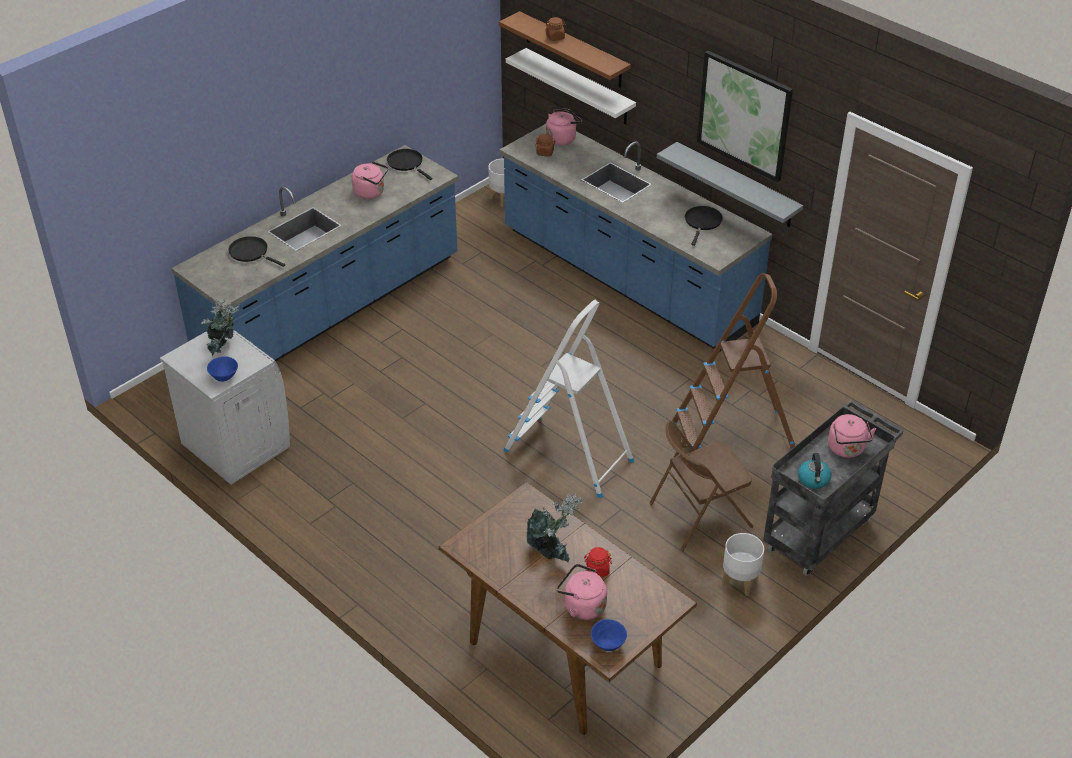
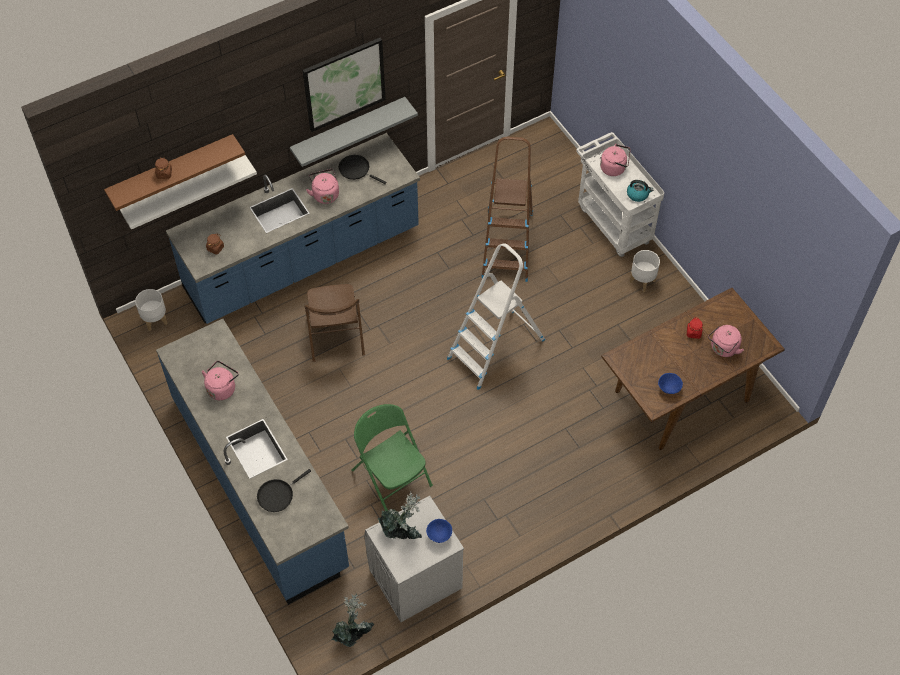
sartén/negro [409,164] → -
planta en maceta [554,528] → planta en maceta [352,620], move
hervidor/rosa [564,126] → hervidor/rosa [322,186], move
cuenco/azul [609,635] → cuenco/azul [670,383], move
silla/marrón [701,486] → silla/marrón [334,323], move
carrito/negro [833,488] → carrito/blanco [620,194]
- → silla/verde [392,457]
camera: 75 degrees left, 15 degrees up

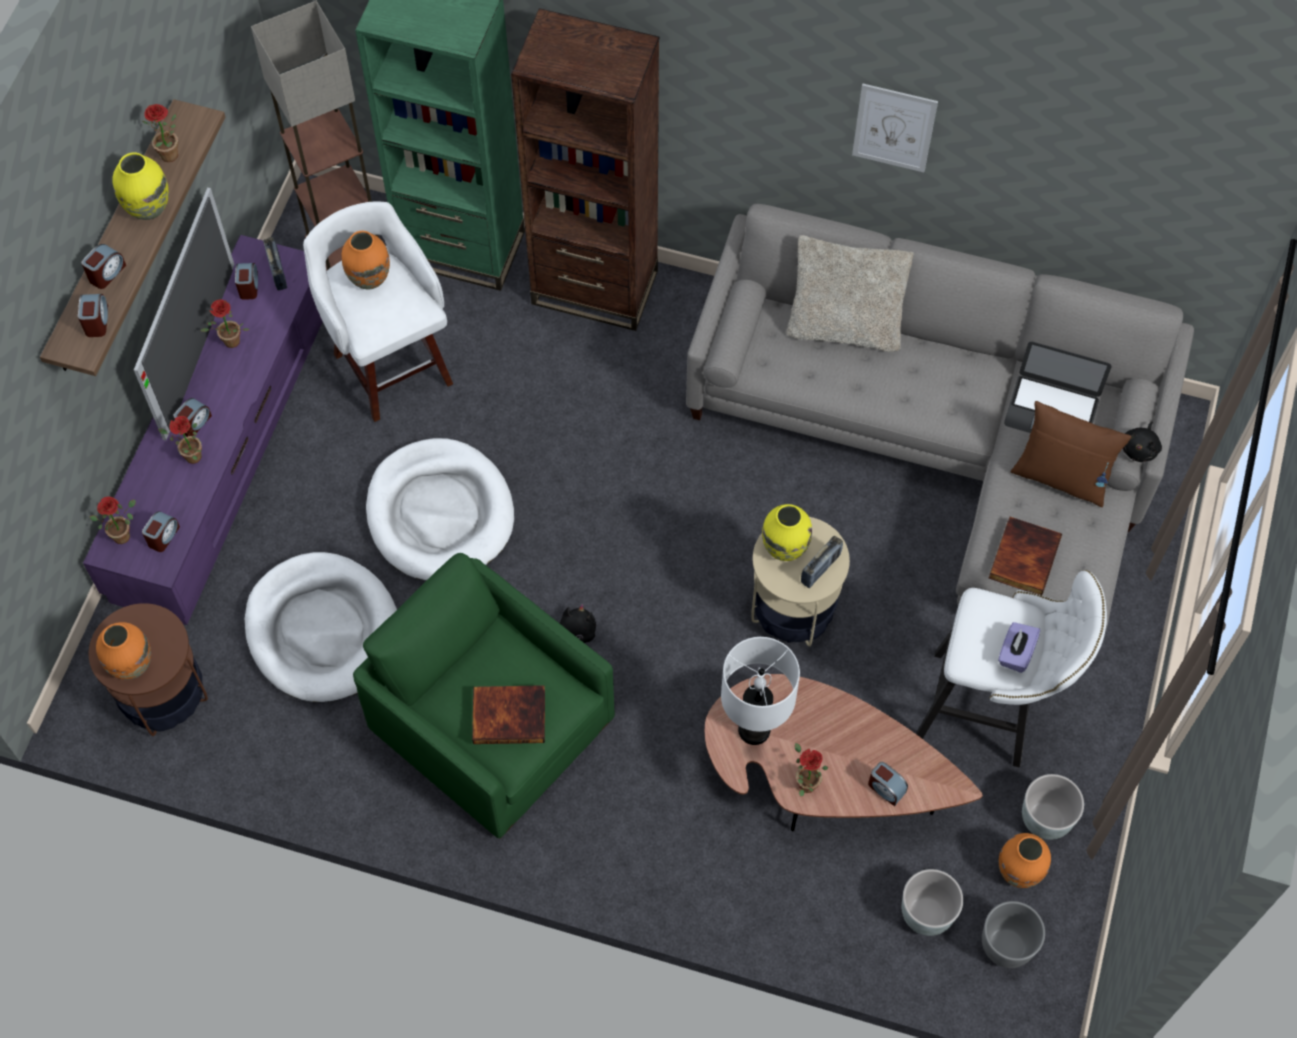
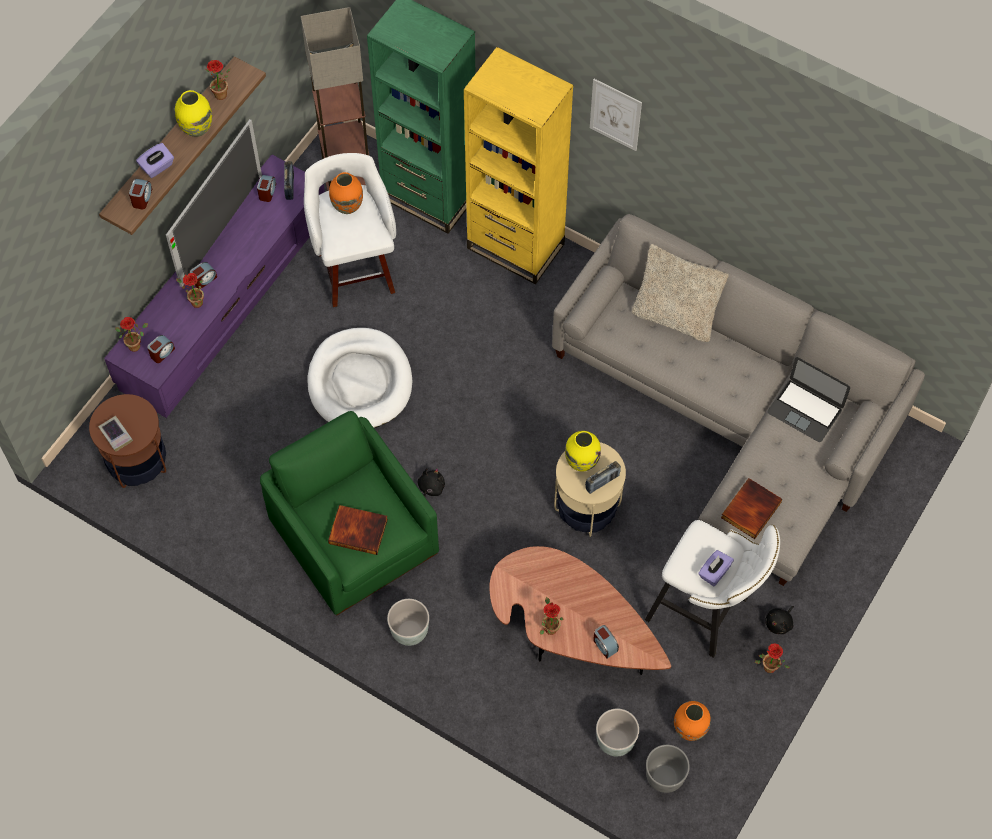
despertador [104,266] → caja de pañuelos/morado [155,160]
florero/naranja [123,651] → libro [115,434]
planta en maceta [225,324] → planta en maceta [772,658], move
cama para perro/blanco [320,627] → -
estantería/marrón [585,169] → estantería/amarillo [519,166]
lámpara de mesa/blanco [760,691] → -
cuadro [895,128] → cuadro [616,115], move
cojín/marrón [1070,454] → -
maceta/gris [1053,807] → maceta/gris [408,622], move
peluche/negro [1142,442] → peluche/negro [779,620], move
camera: 15 degrees right, 0 degrees up

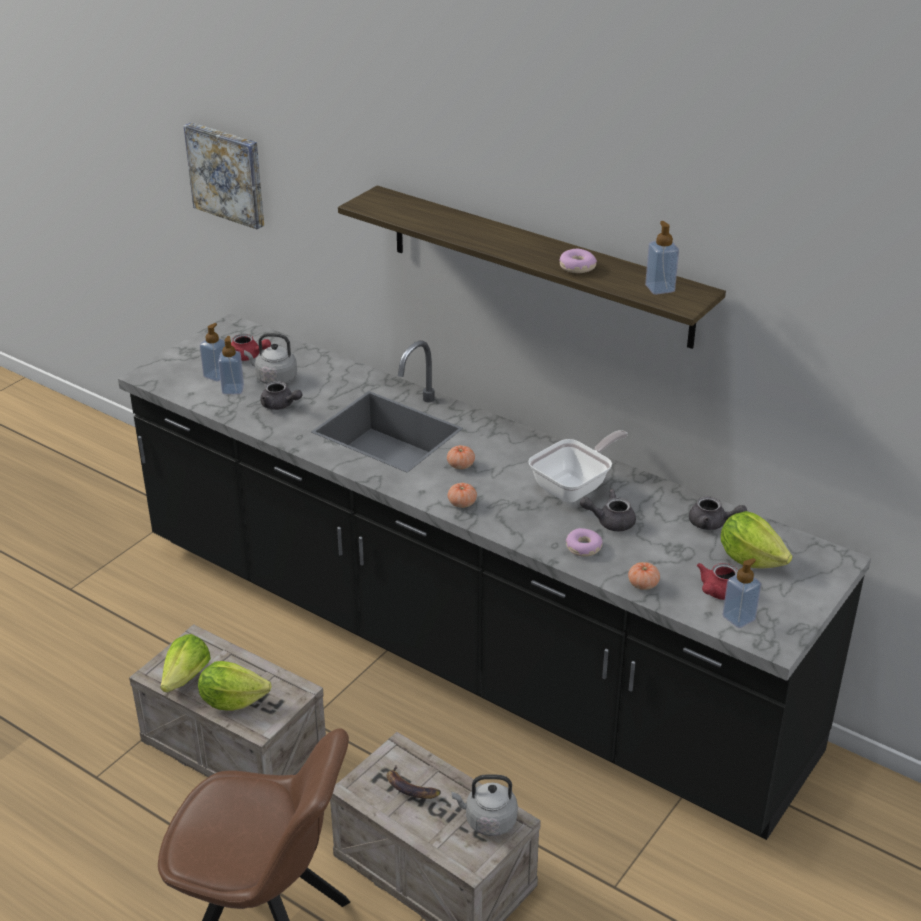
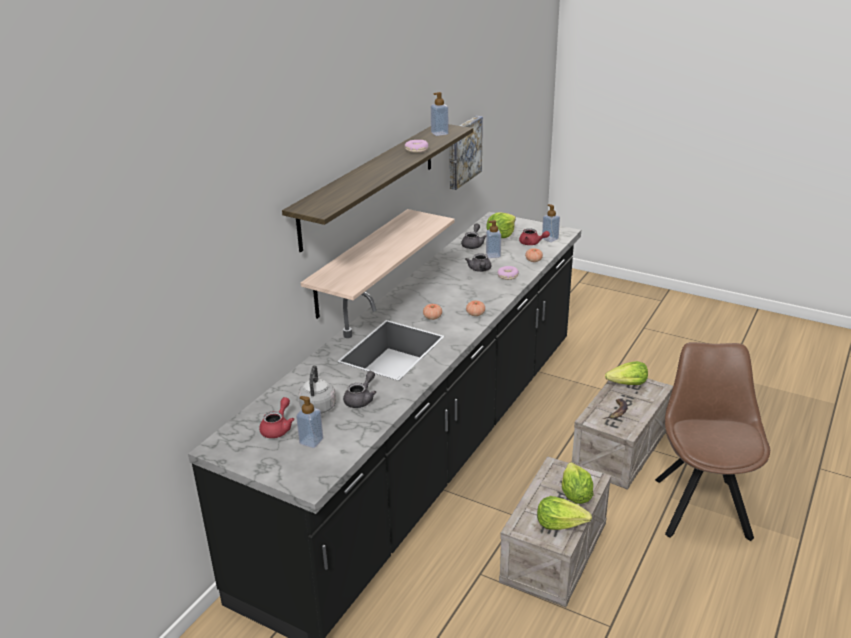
cuadro [224,175] → cuadro [466,153], move
dispensador de jabón [231,365] → dispensador de jabón [493,239], move
hervidor/gris [484,805] → lechuga [626,373]
sartén [578,466] → -
- → estante [378,264]
camera: 95 degrees left, 5 degrees down

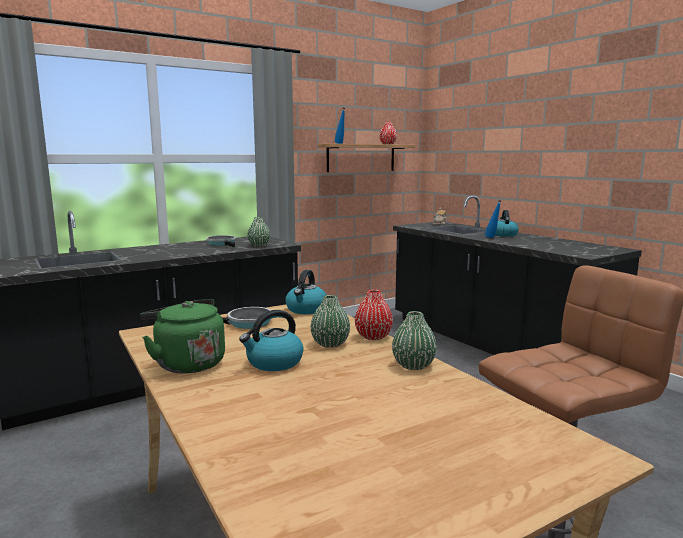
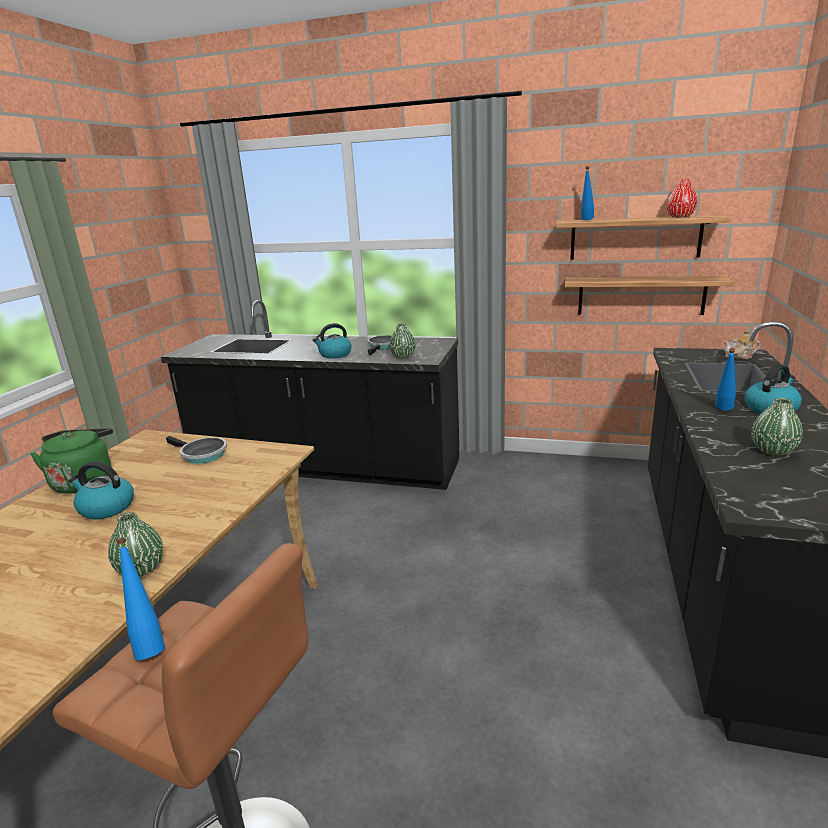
hervidor [306,292] → hervidor [332,340], move
florero/verde [330,321] → florero/verde [777,427], move
florero/rojo [374,314] → -
- → botella/azul [140,598]
- → estante [649,295]
camera: 50 degrees right, 10 degrees up

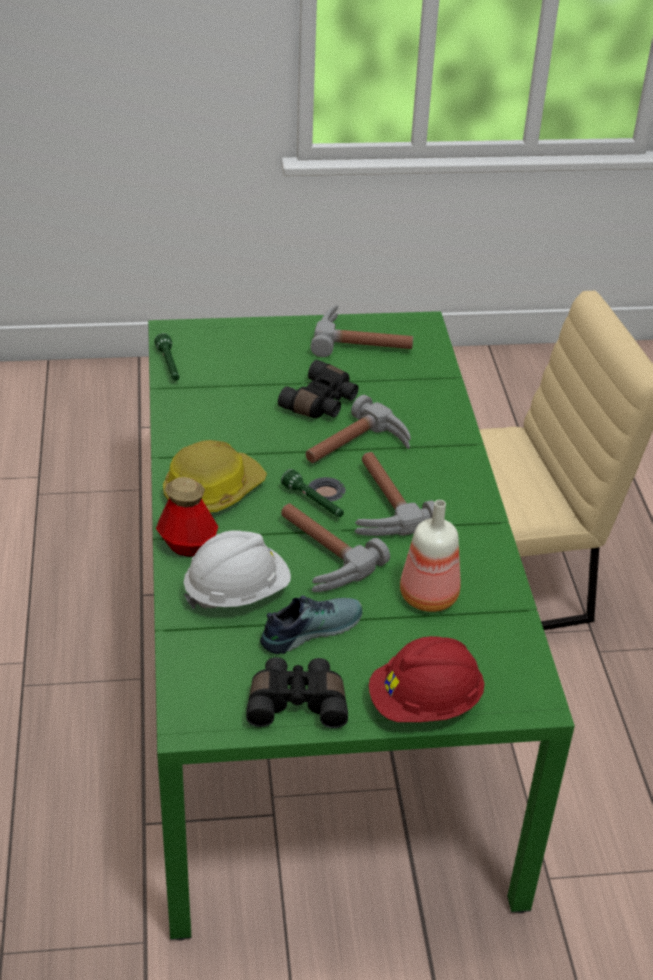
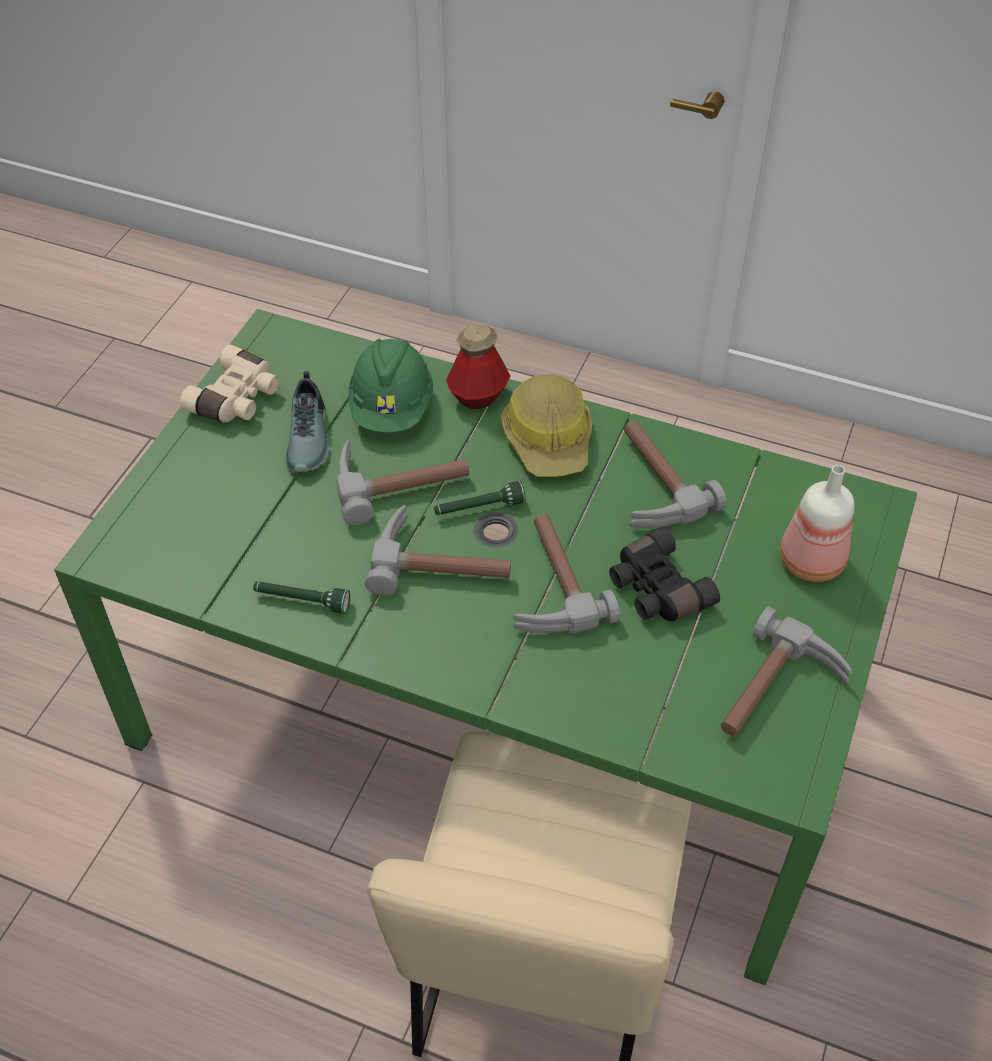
linterna/verde [166,357] → linterna/verde [301,597], move
casco/blanco [237,569] → casco/verde [391,385]
prismáticos/negro [297,692] → prismáticos/beis [229,383]
casco/rojo [427,679] → -
botella [430,556] → botella [817,523], move
- → martillo [675,474]
camera: 120 degrees right, 10 degrees up

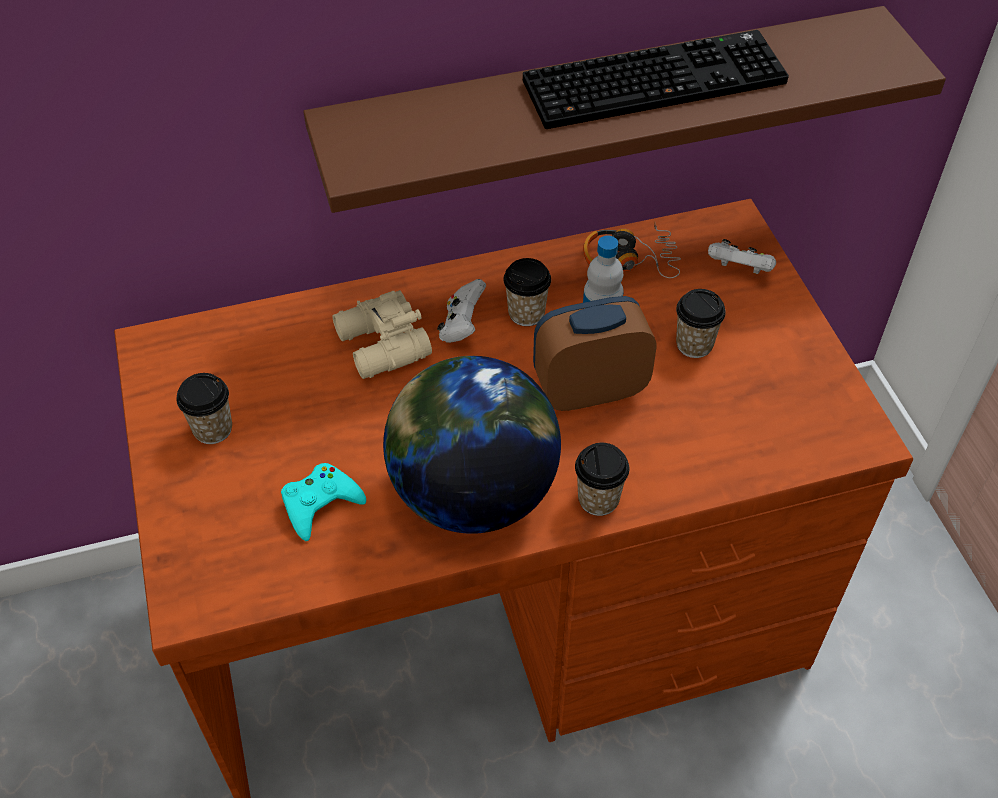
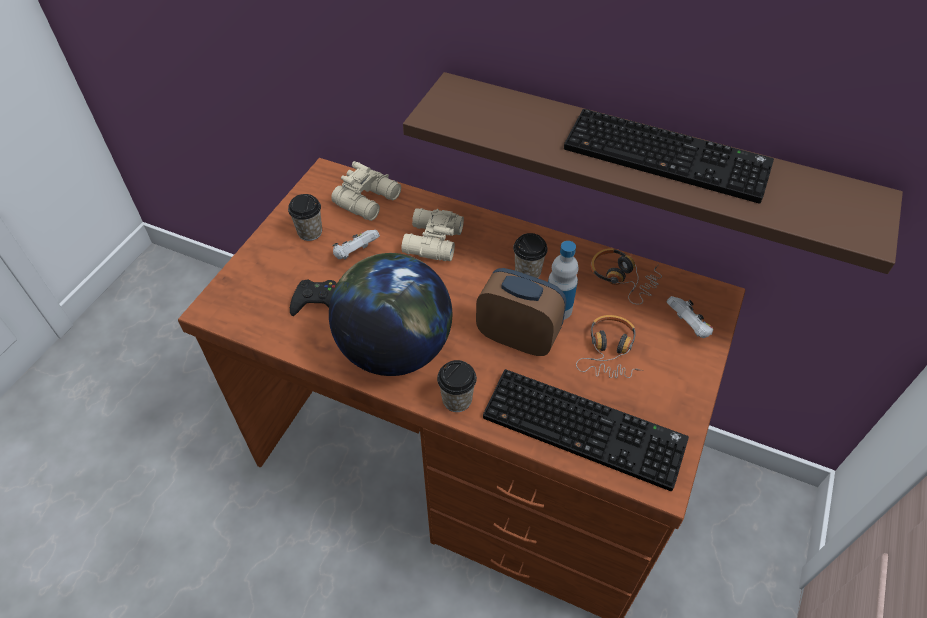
mando de consola/turquesa [323,502] → mando de consola/negro [313,298]
mando de consola/blanco [461,311] → mando de consola/blanco [356,244], move
taza [701,323] → auriculares [609,346]
- → prismáticos/beis [366,191]
- → teclado [586,430]
camera: 40 degrees right, 0 degrees up

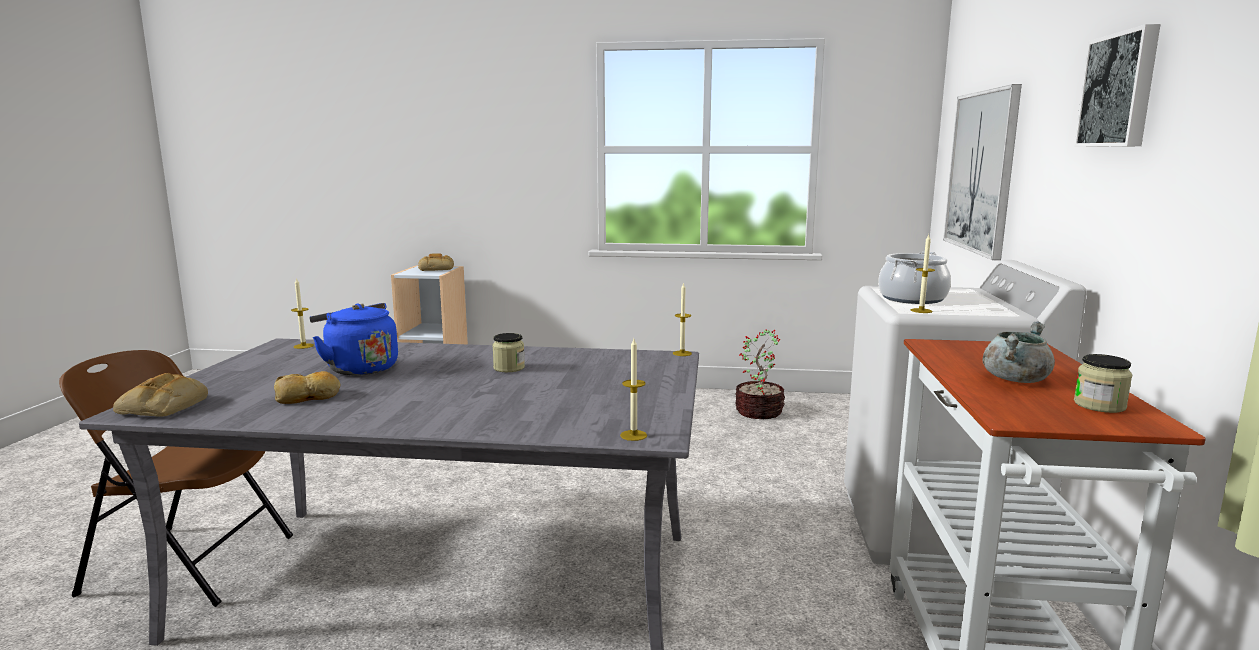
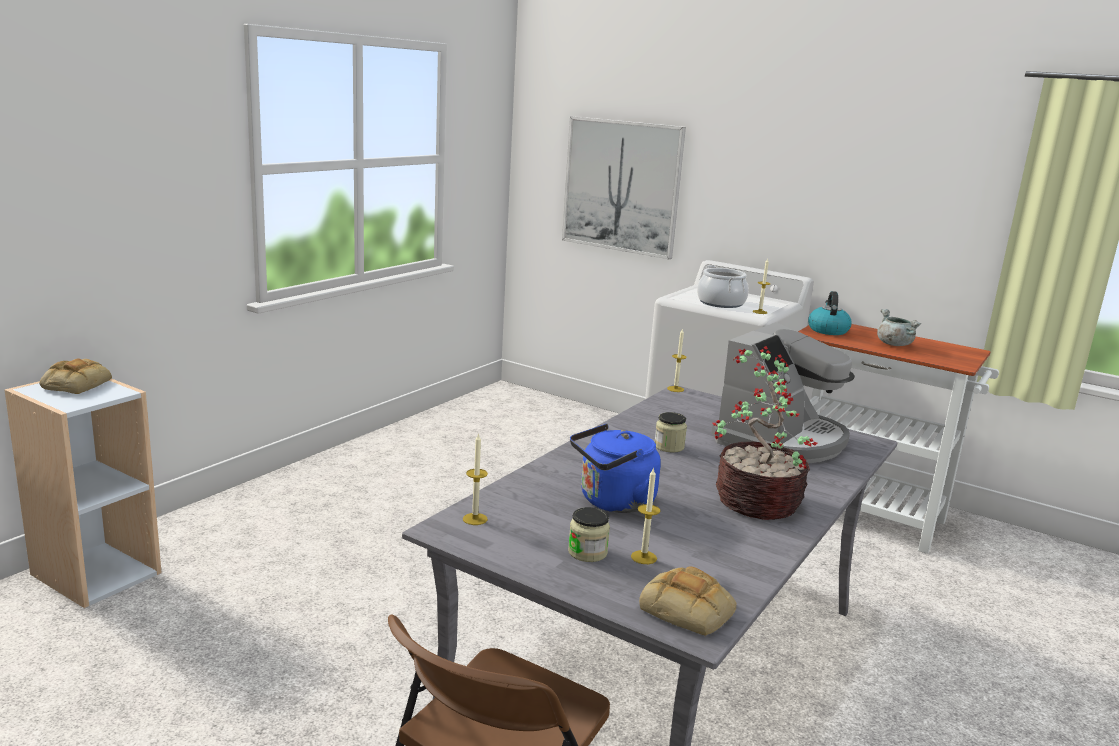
pan [307,387] → -
vela [633,390] → vela [645,515], move
planta en maceta [760,374] → planta en maceta [764,433], move
cuadro [1117,85] → -
tarro [1103,383] → tarro [589,534], move
- → cafetera [783,393]
- → hervidor [830,313]
camera: 65 degrees left, 5 degrees up

